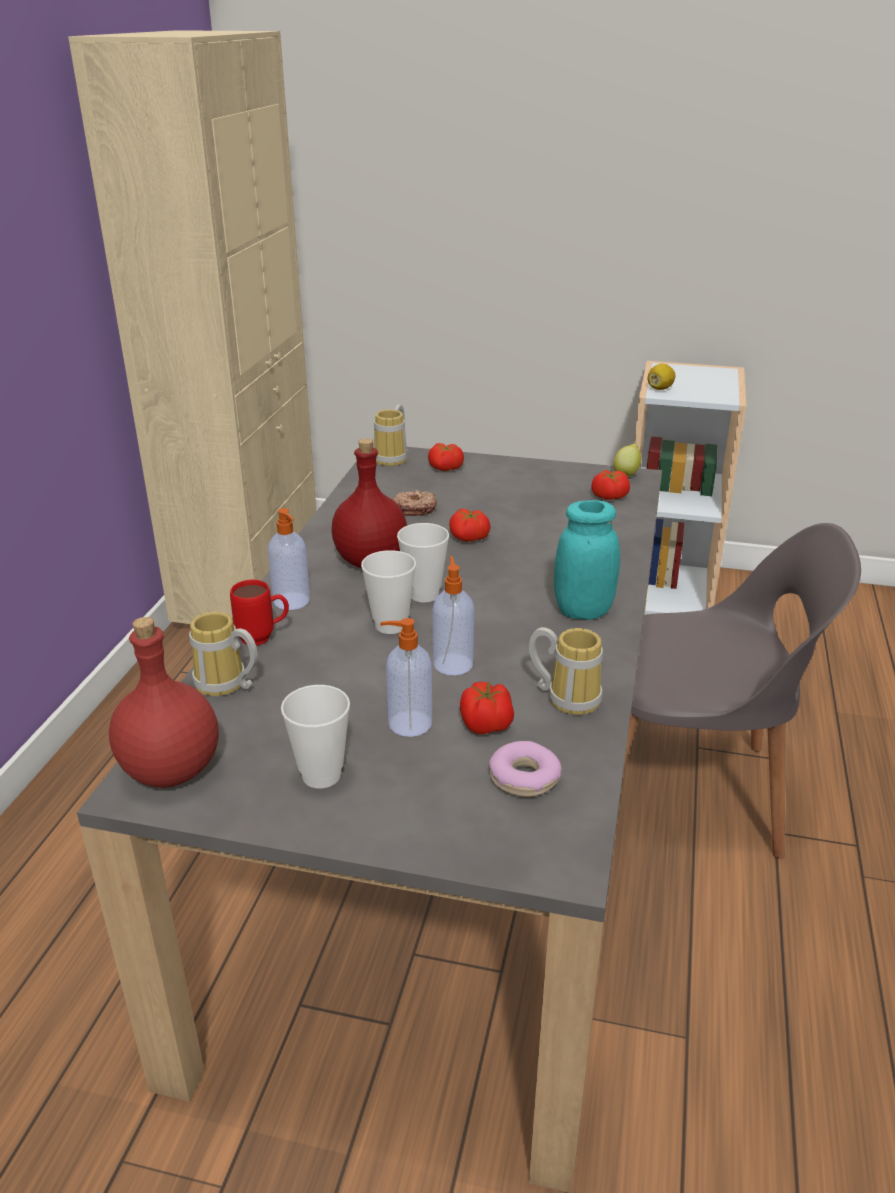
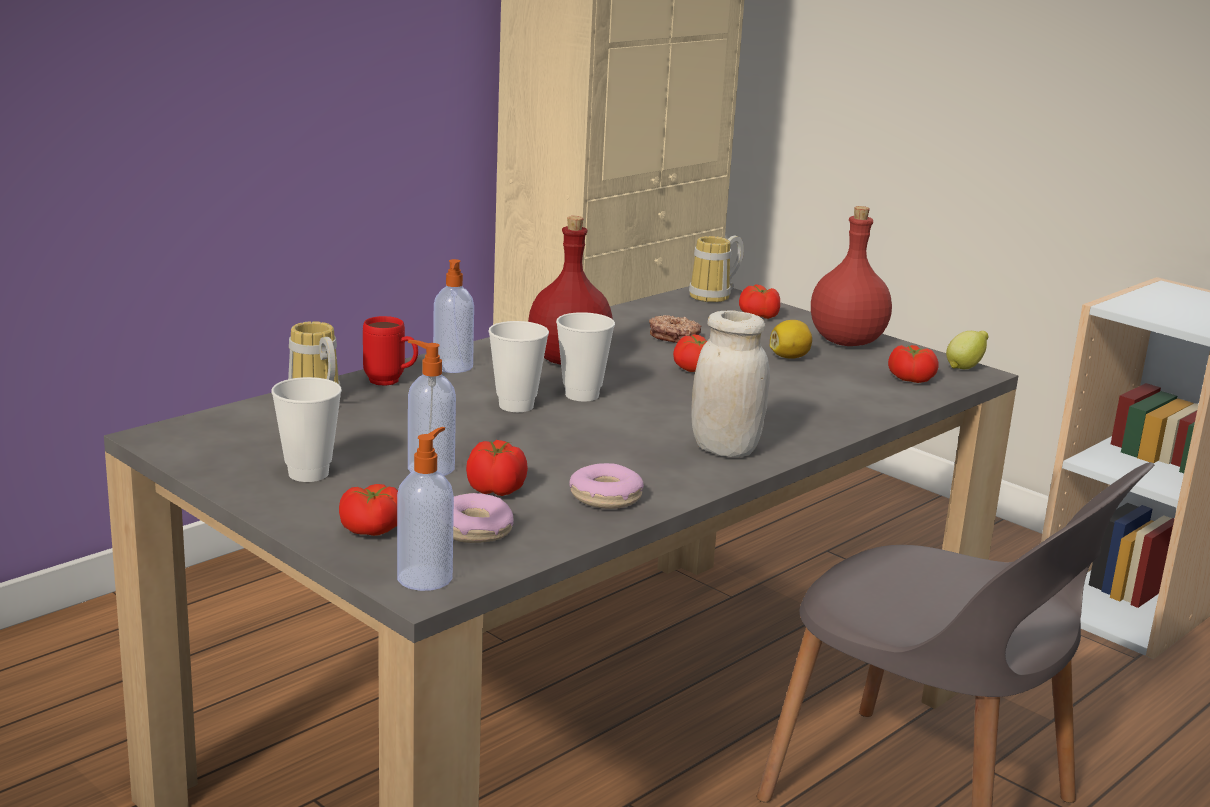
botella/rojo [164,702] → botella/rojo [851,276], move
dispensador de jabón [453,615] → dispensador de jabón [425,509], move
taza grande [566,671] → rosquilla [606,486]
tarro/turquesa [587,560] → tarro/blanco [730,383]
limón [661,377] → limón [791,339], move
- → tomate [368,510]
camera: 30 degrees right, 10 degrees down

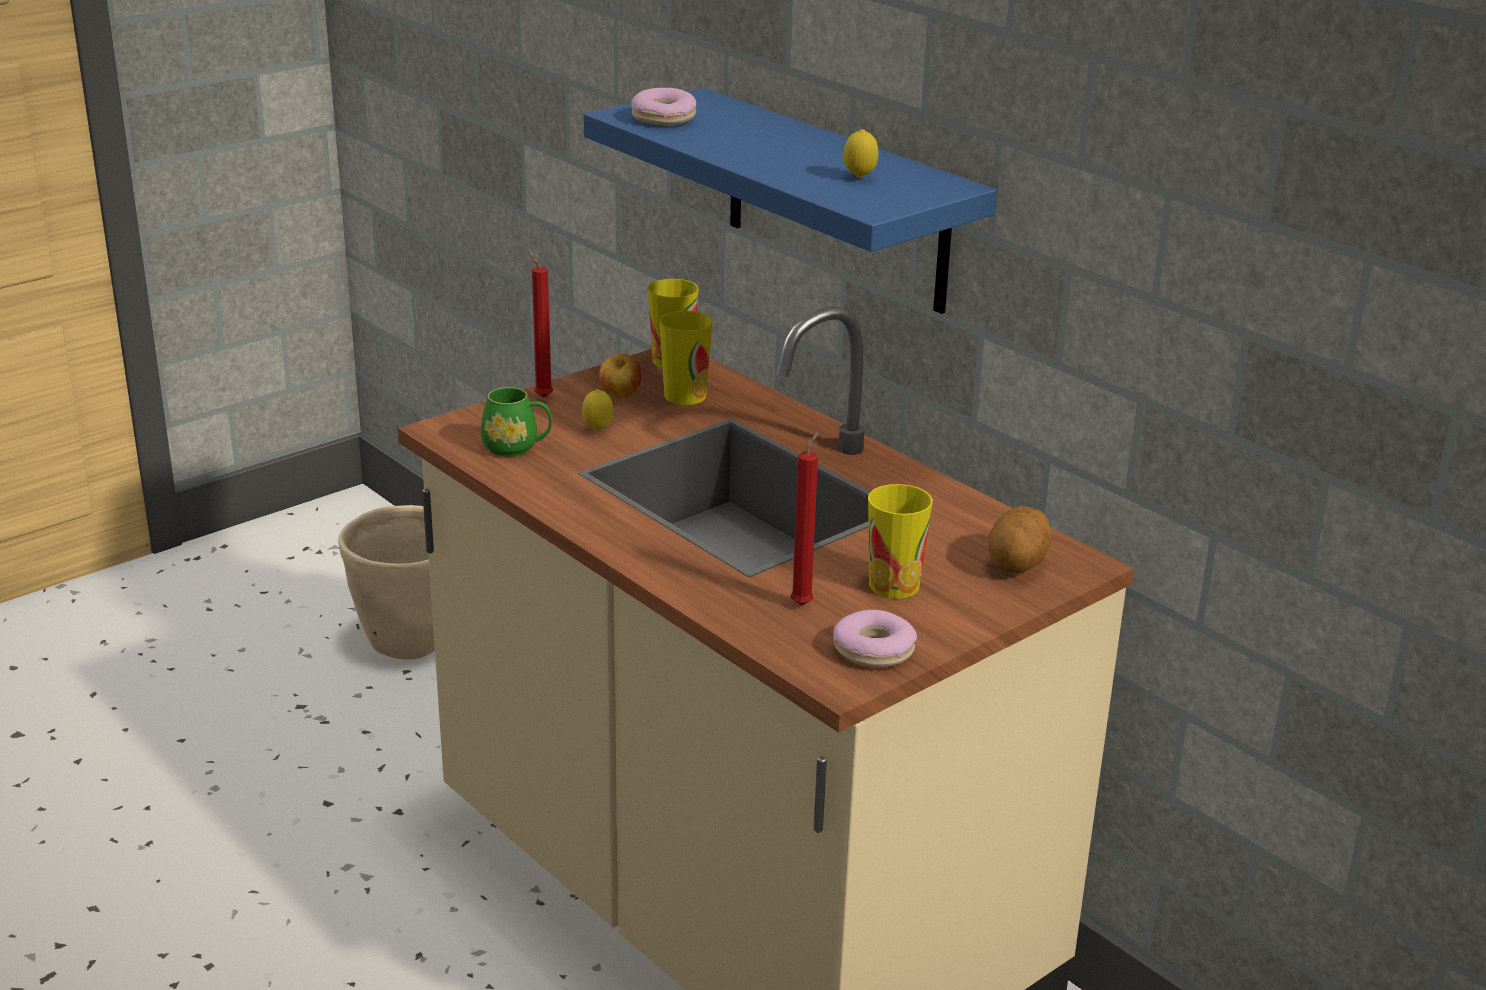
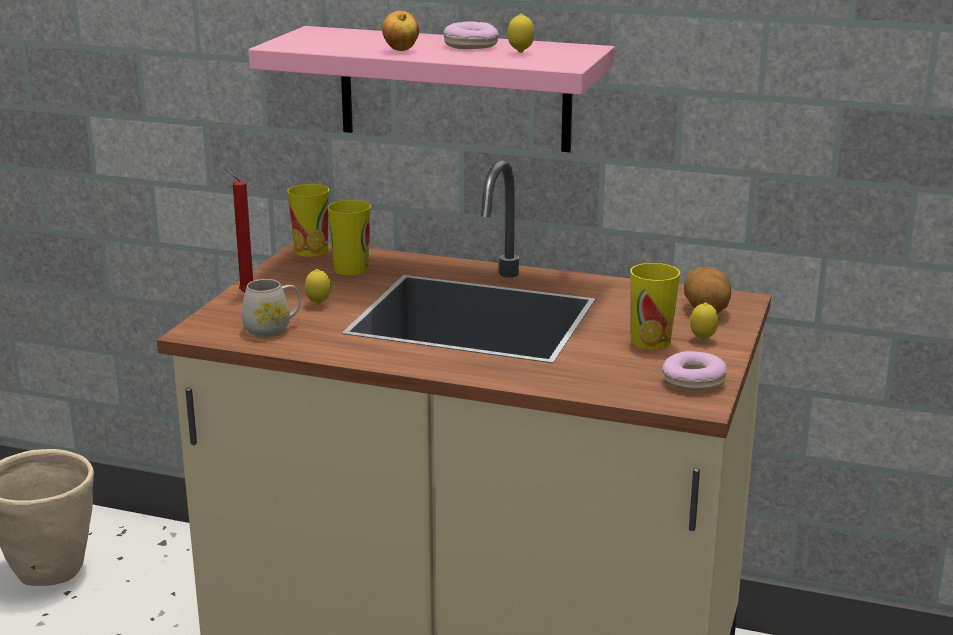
taza grande/verde [516,421] → taza grande/blanco [271,308]
estante/azul [790,201] → estante/rosa [431,89]
manzana [620,376] → manzana [400,31], move
rosquilla [663,106] → rosquilla [471,35], move
vela/rojo [804,518] → -
- → limón [704,321]
camera: 30 degrees left, 5 degrees down

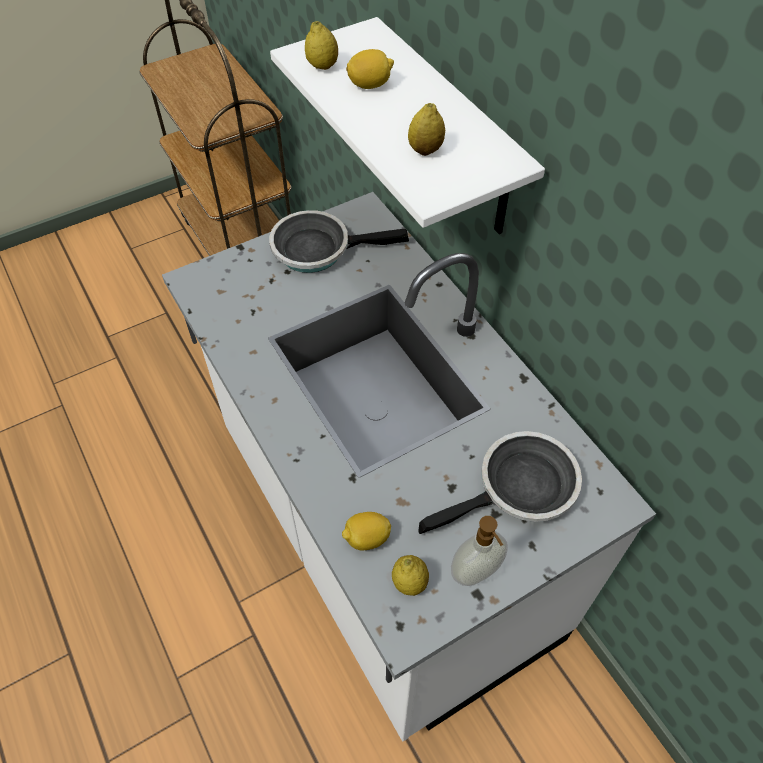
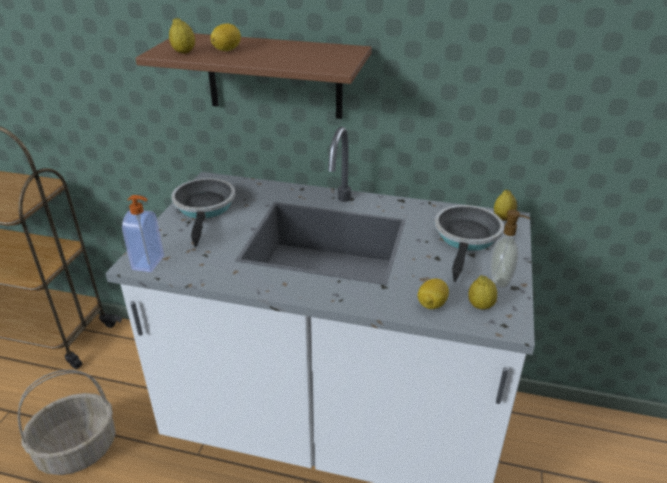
sartén [339,241] → sartén [203,212], 135 degrees clockwise
estante/blanco [407,125] → estante/marrón [253,76]
limón [426,129] → limón [505,205], move
- → cesta [67,422]
- → dispensador de jabón [143,233]
camera: 45 degrees left, 20 degrees down

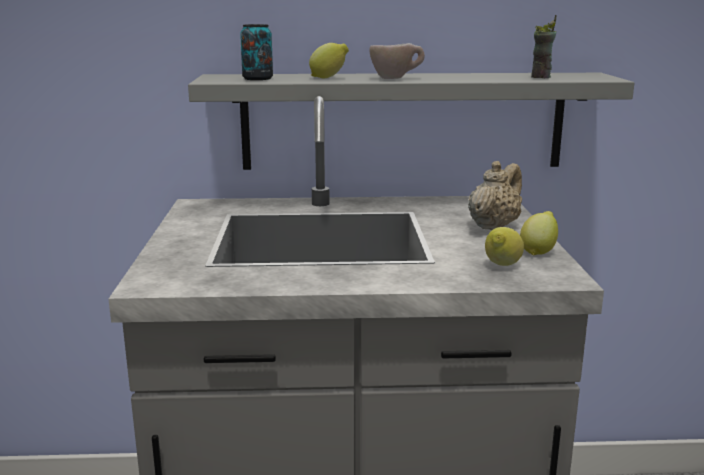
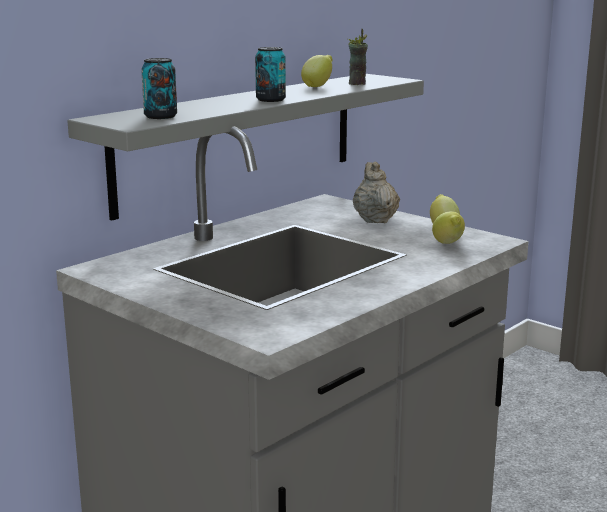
limón [329,60] → limón [317,71], move
taza/beis [397,61] → lata [270,74]
camera: 45 degrees left, 0 degrees up

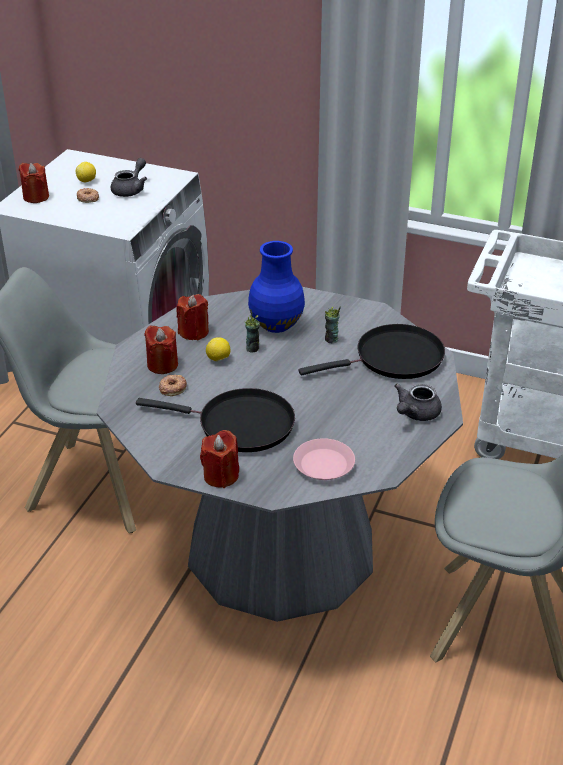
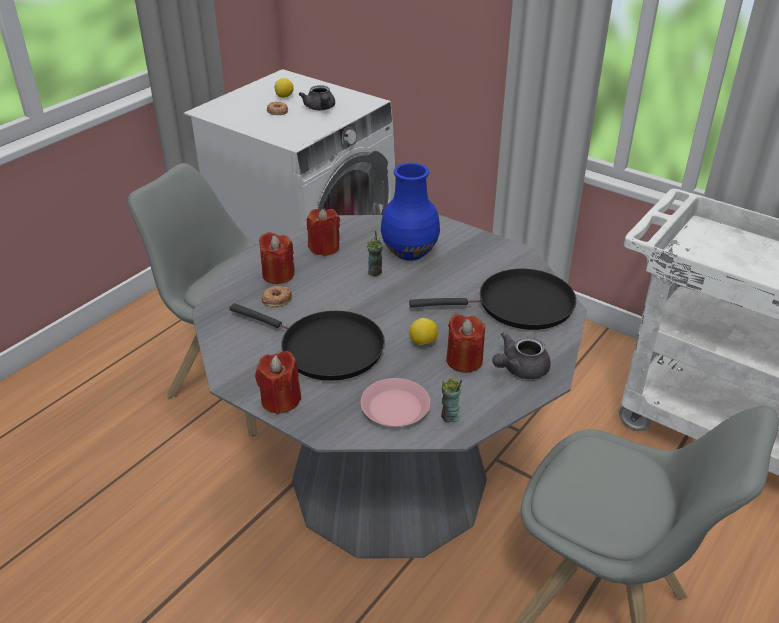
vela/rojo [34,183] → vela/rojo [465,343], move
tetera/gris [129,177] → tetera/gris [317,97], 120 degrees clockwise
limón [218,349] → limón [423,332], move
taza [333,324] → taza [451,400], move
camera: 15 degrees right, 0 degrees up

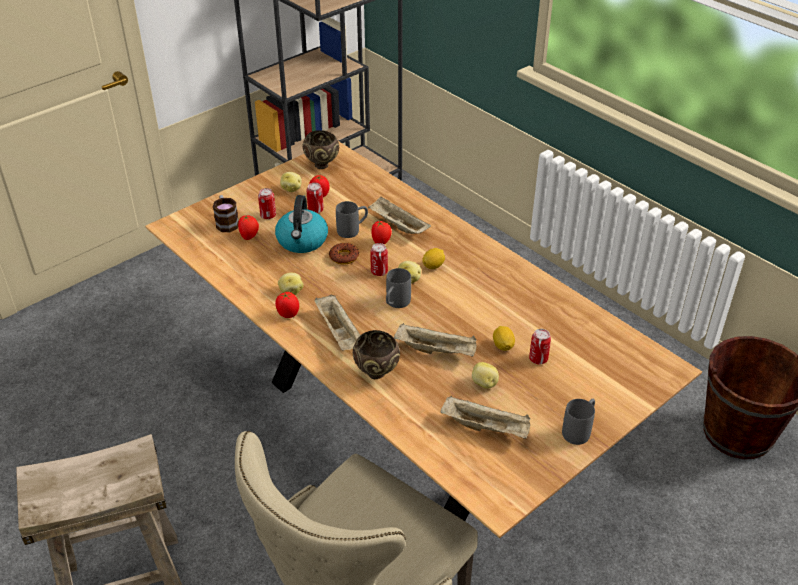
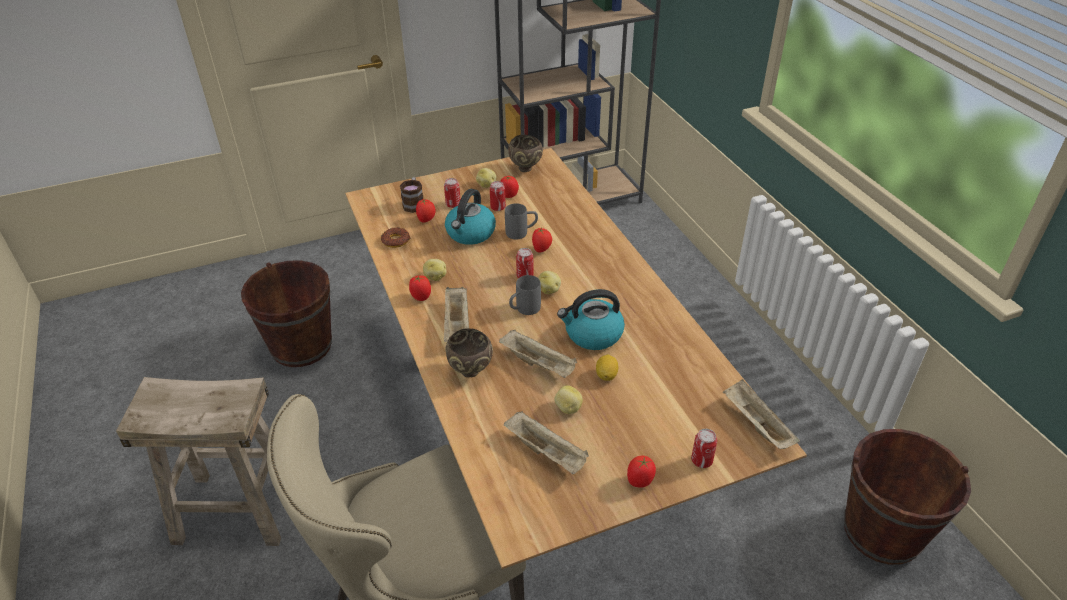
rosquilla [344,254] → rosquilla [395,237], move
bandeja/beis [399,215] → bandeja/beis [761,414], move
limón [433,258] → -
lata [540,346] → lata [704,448], move
taza grande/gris [578,422] → tomate [641,472]
- → cubo/marrón [286,313]
- → hervidor [591,319]
camera: 20 degrees right, 0 degrees up

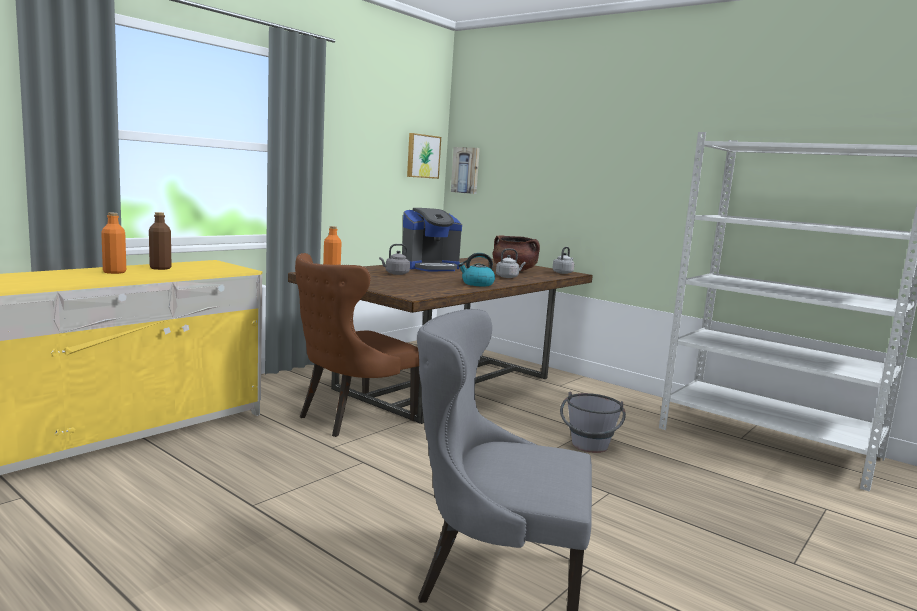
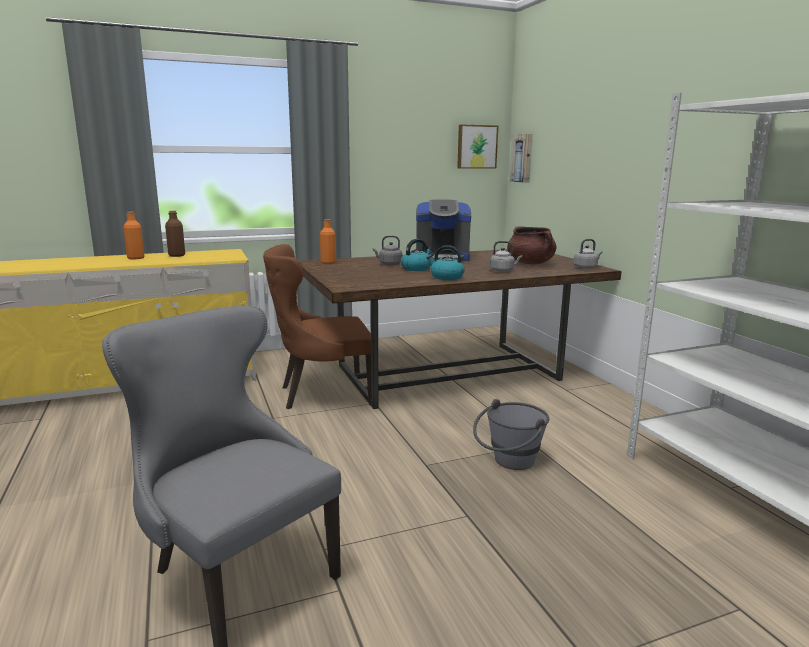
- → hervidor [416,255]
camera: 30 degrees right, 5 degrees up

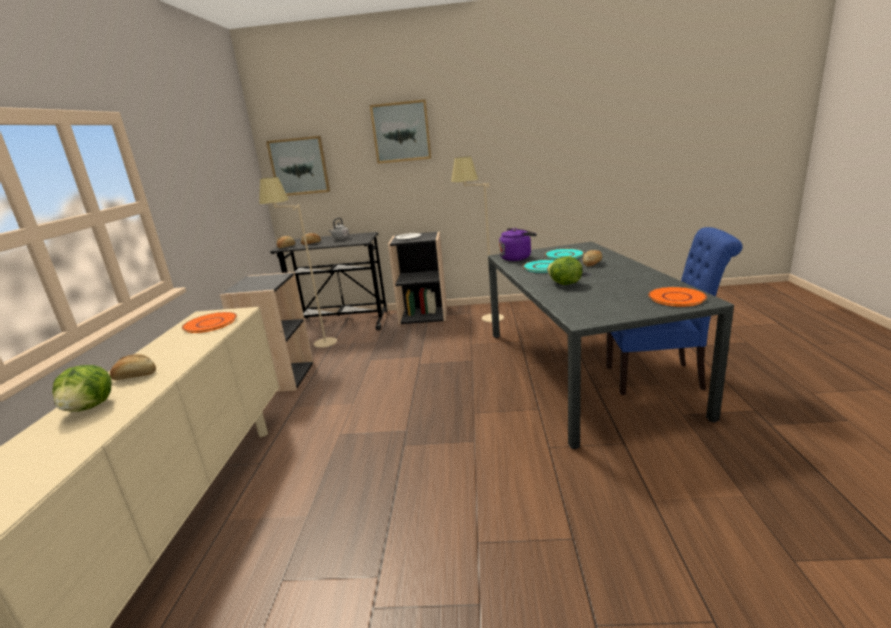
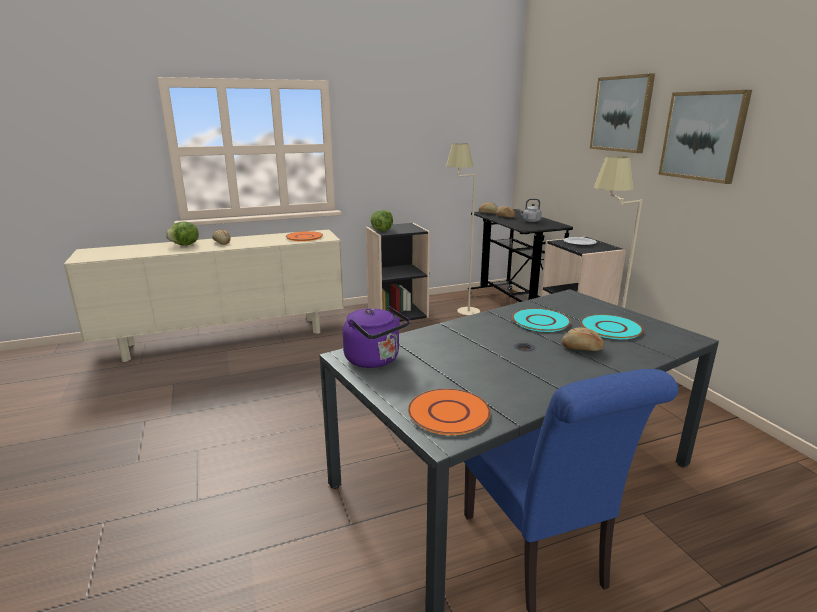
cuadro [298,166] → cuadro [705,137], move
hervidor/morado [518,244] → hervidor/morado [376,337], move
lechuga [565,270] → lechuga [382,220], move
camera: 65 degrees right, 0 degrees up

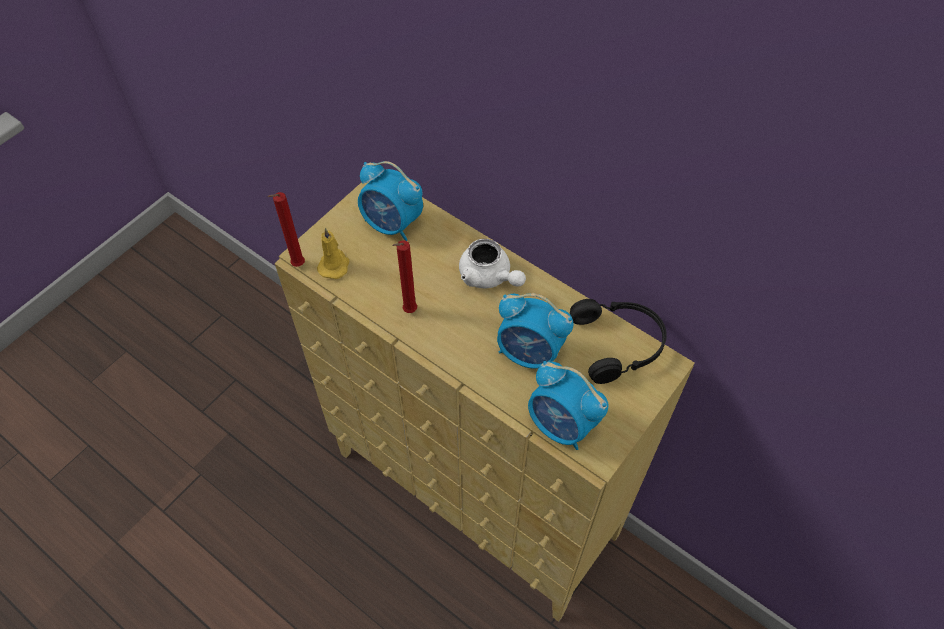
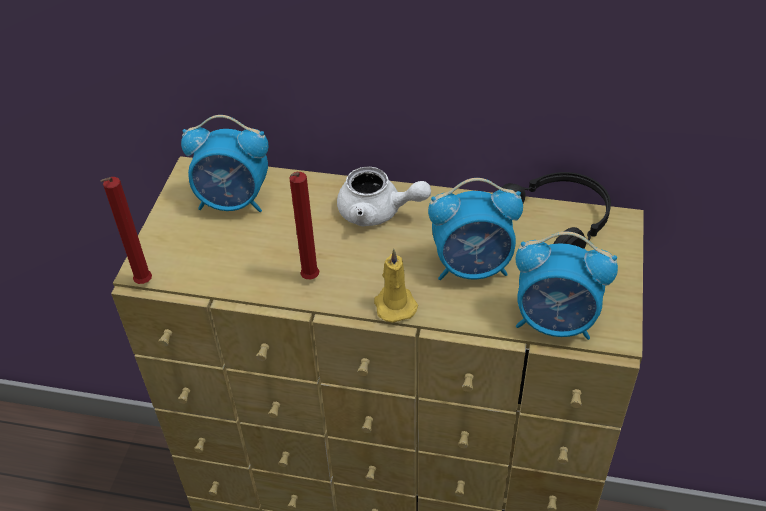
vela/amarillo [333,253] → vela/amarillo [396,286], move
camera: 25 degrees left, 10 degrees down

